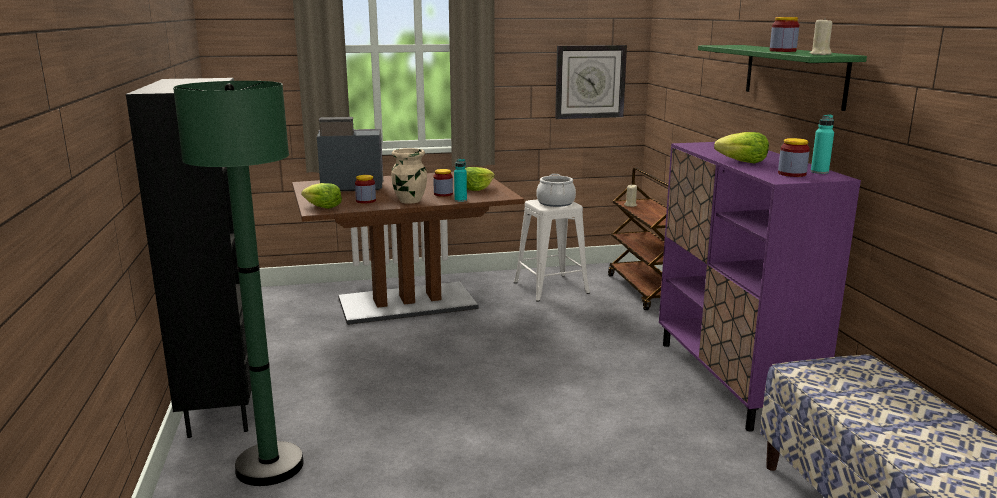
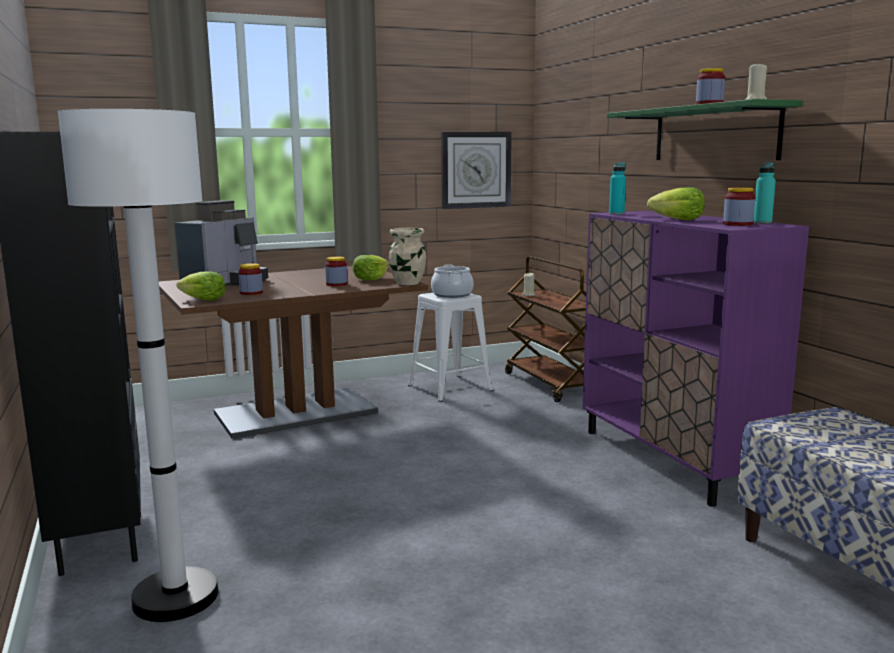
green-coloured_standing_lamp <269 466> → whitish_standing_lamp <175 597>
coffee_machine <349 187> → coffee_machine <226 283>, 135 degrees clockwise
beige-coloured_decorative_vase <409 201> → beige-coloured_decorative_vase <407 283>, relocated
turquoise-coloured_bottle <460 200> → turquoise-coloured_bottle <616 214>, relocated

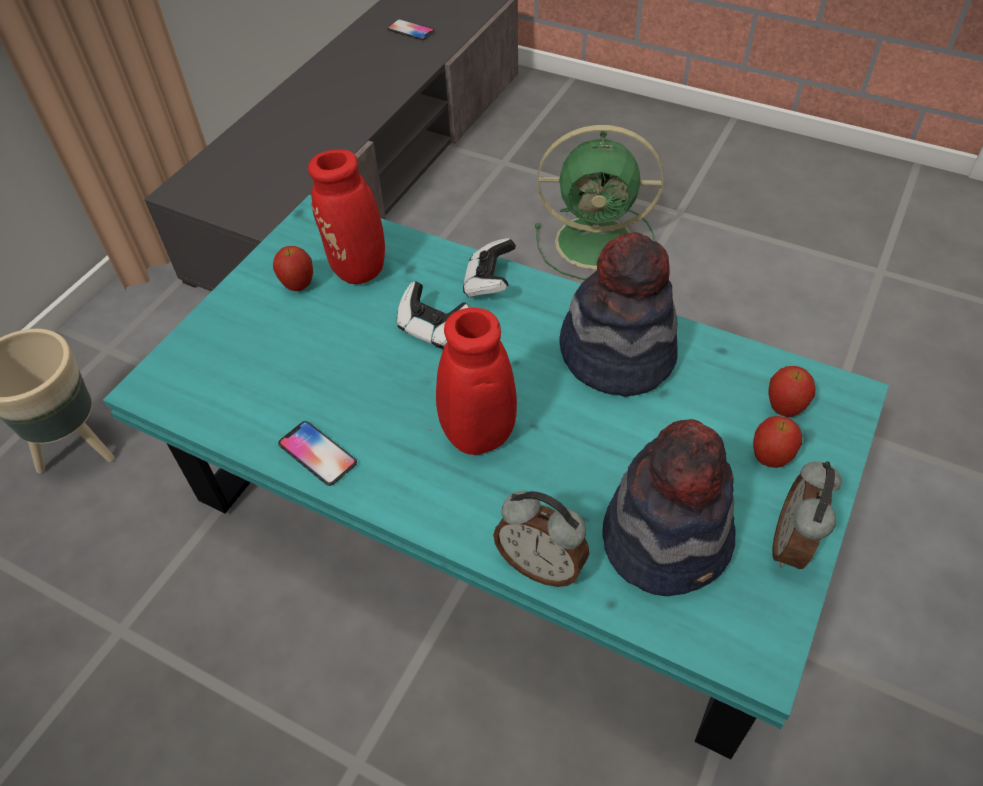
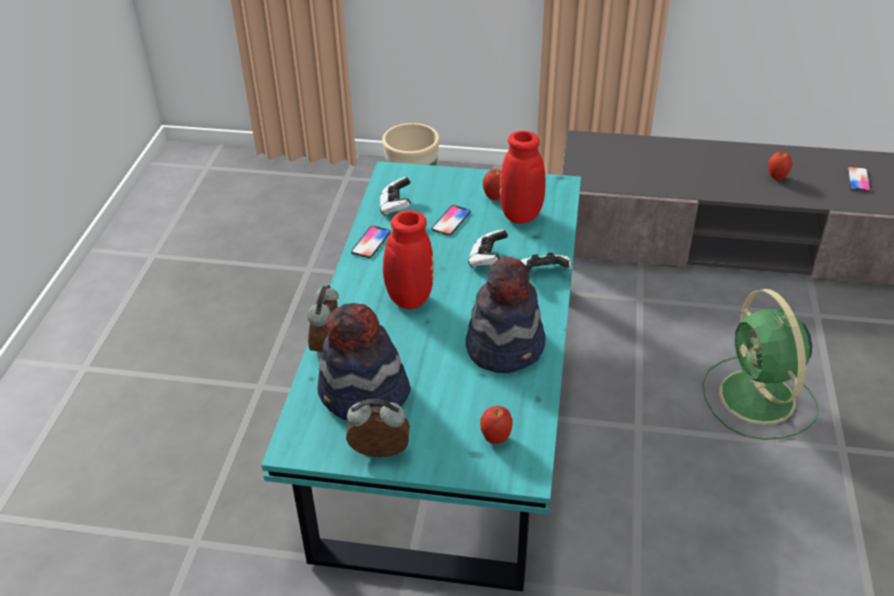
apple <770 459> → apple <776 177>, relocated
- → game_controller <396 207>
- → telephone <451 221>

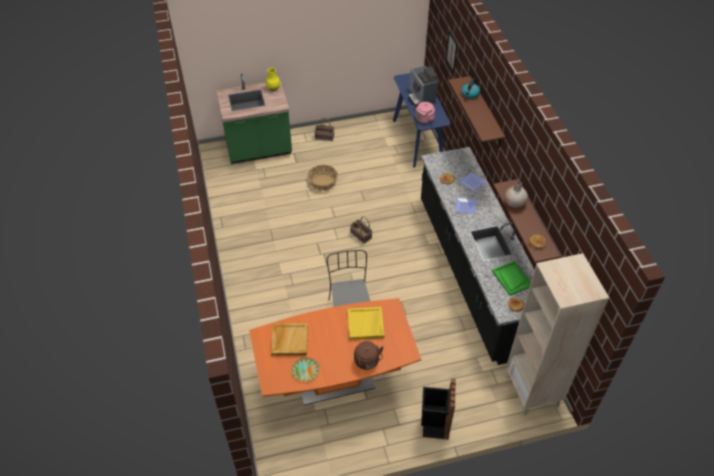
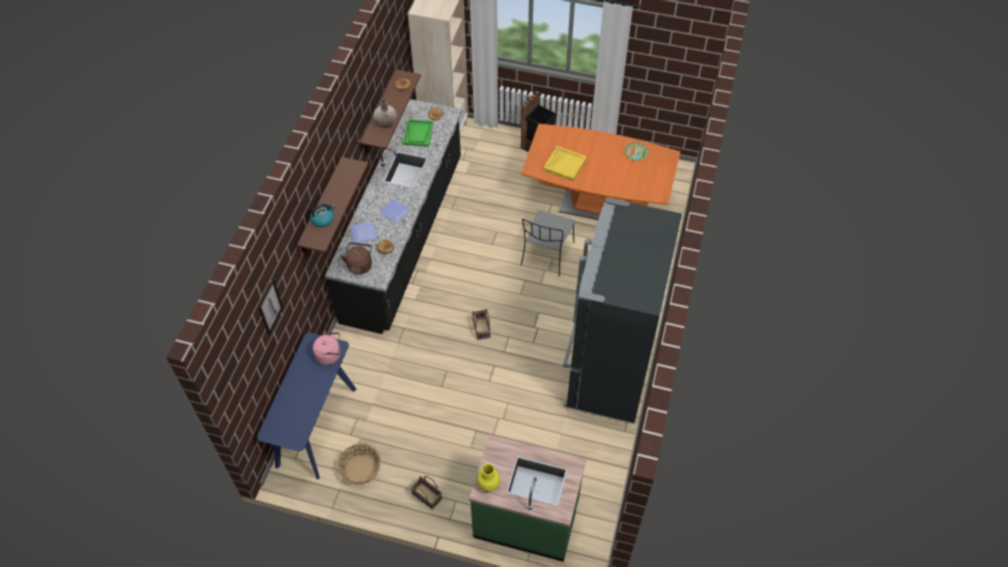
coffee_machine <420 98> → -
household_basket <323 182> → household_basket <360 469>, relocated
beige-coloured_serving_tray <289 340> → -
brownish_water_kettle <367 362> → brownish_water_kettle <360 265>, relocated
- → black-coloured_fridge <608 369>

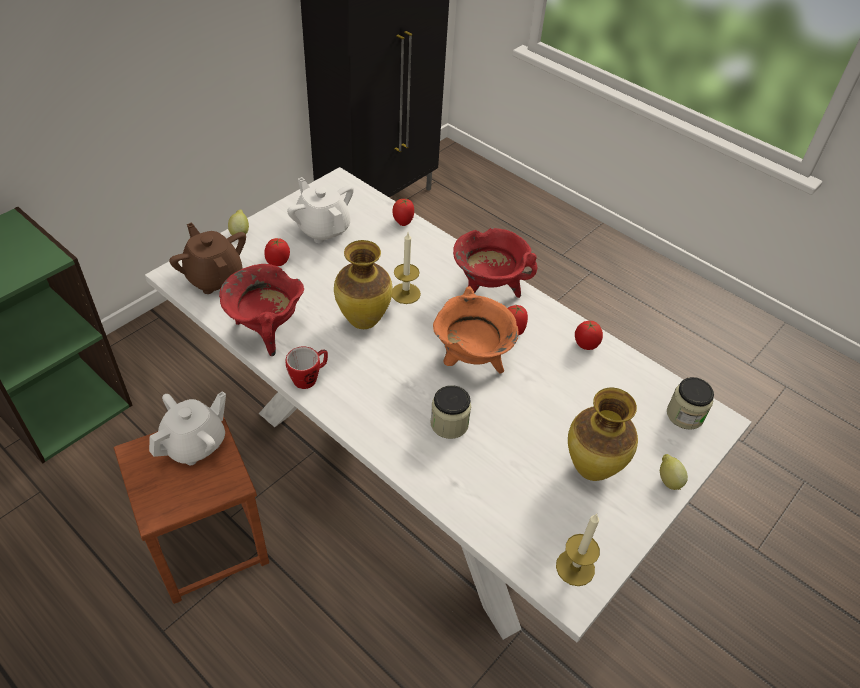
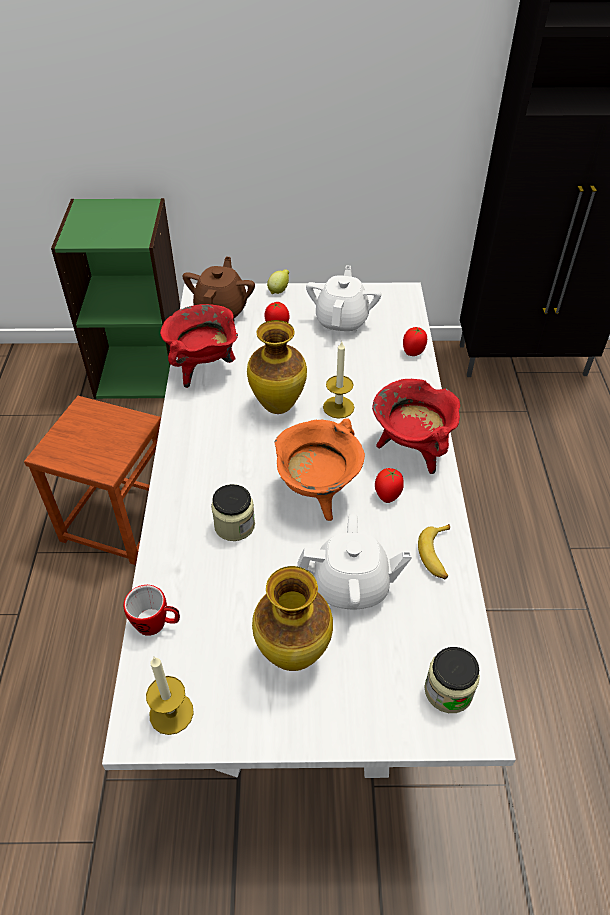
tomato <585 345> → whole_banana <437 555>
coffee_mug <309 377> → coffee_mug <157 624>, relocated
whitish_tea_pot <195 444> → whitish_tea_pot <351 587>, relocated
lemon <668 480> → -

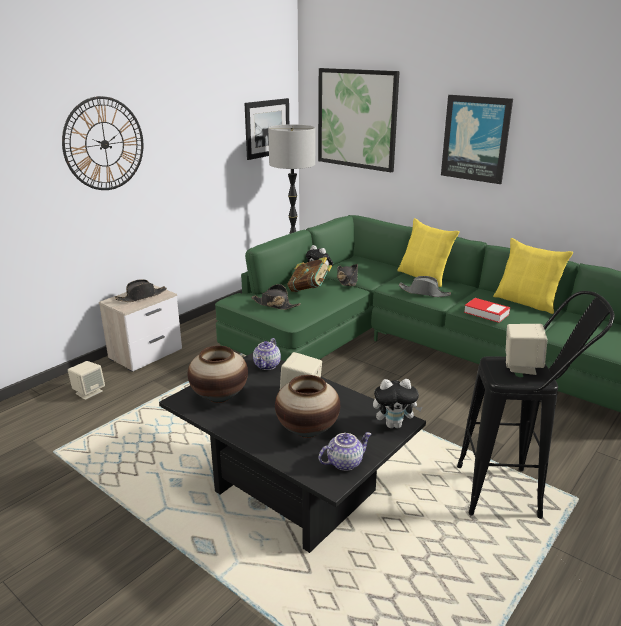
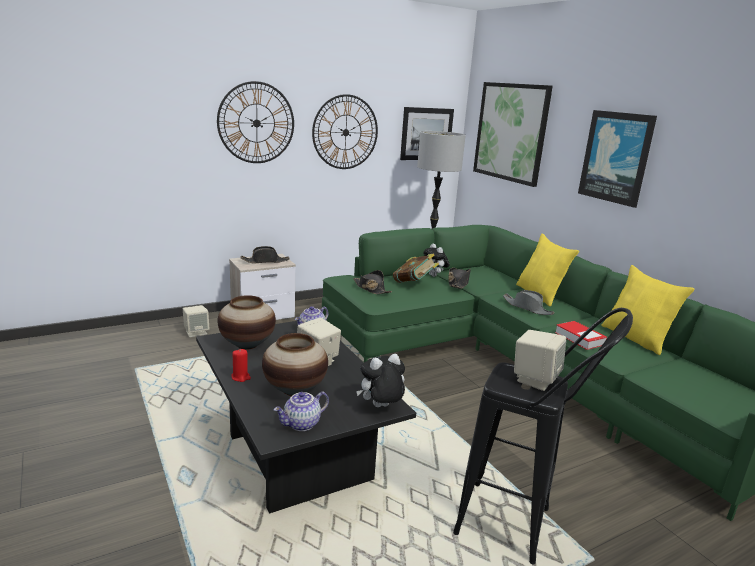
soft_toy <394 425> → soft_toy <380 407>, 135 degrees clockwise
tea_pot <344 462> → tea_pot <302 424>, 150 degrees clockwise
- → wall_clock <345 132>
- → red_wax_candle <241 377>

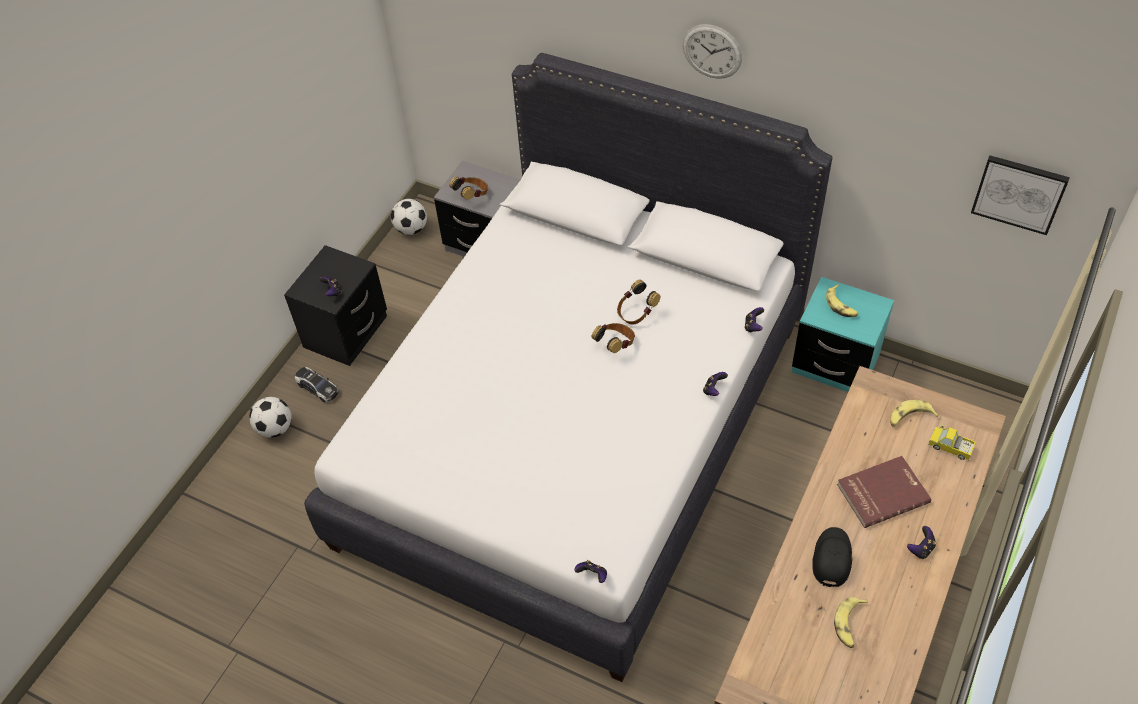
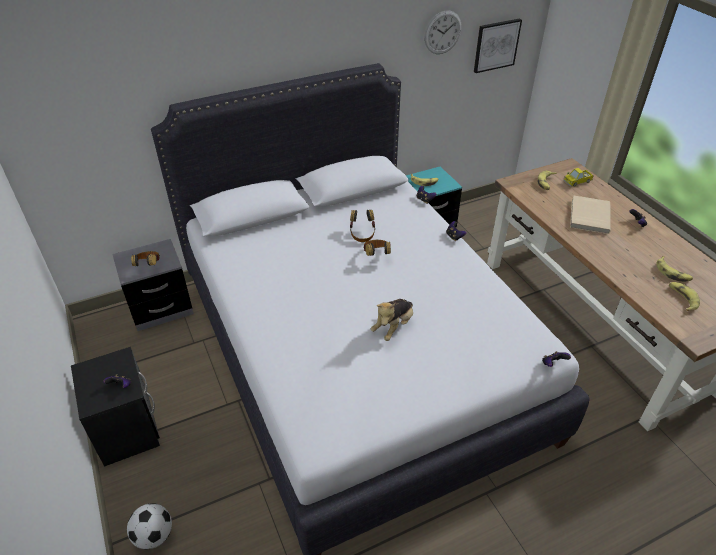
wall_clock <712 51> → wall_clock <443 32>, relocated
football <411 229> → -
miniature_car <317 387> → -
red_book <882 492> → beige-coloured_book <588 216>
black-coloured_cap <832 558> → -
- → whole_banana <682 298>
- → soft_toy <393 327>

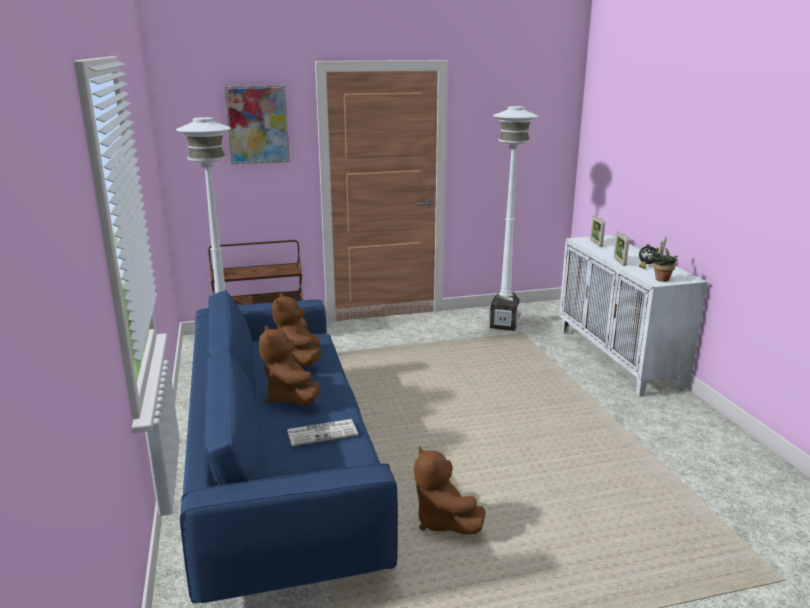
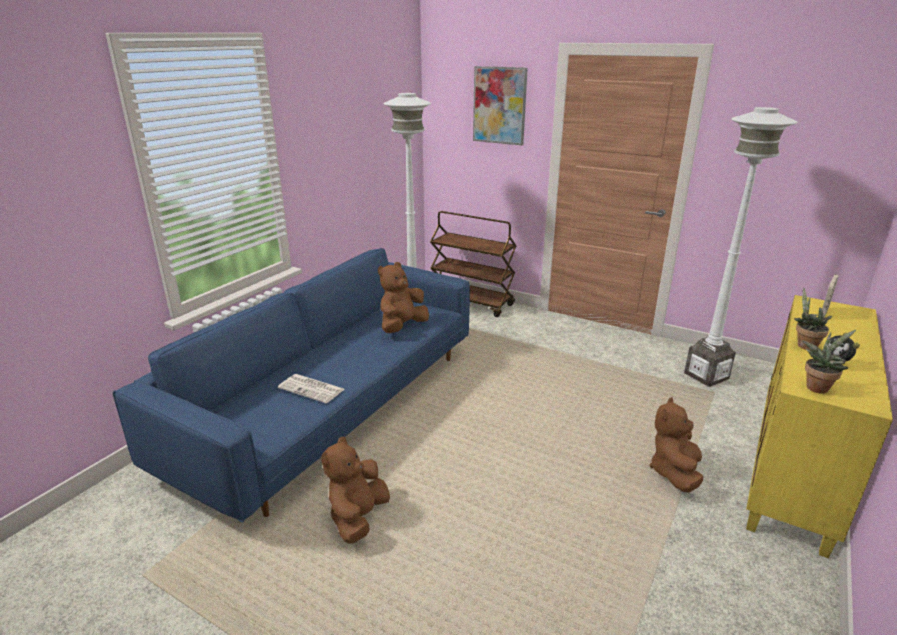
standing_frame <619 262> → plant_in_a_pot <804 345>
whitish_storage_cabinet <618 359> → yellow_storage_cabinet <794 474>
brownish_soft_toy <291 398> → brownish_soft_toy <674 472>, relocated

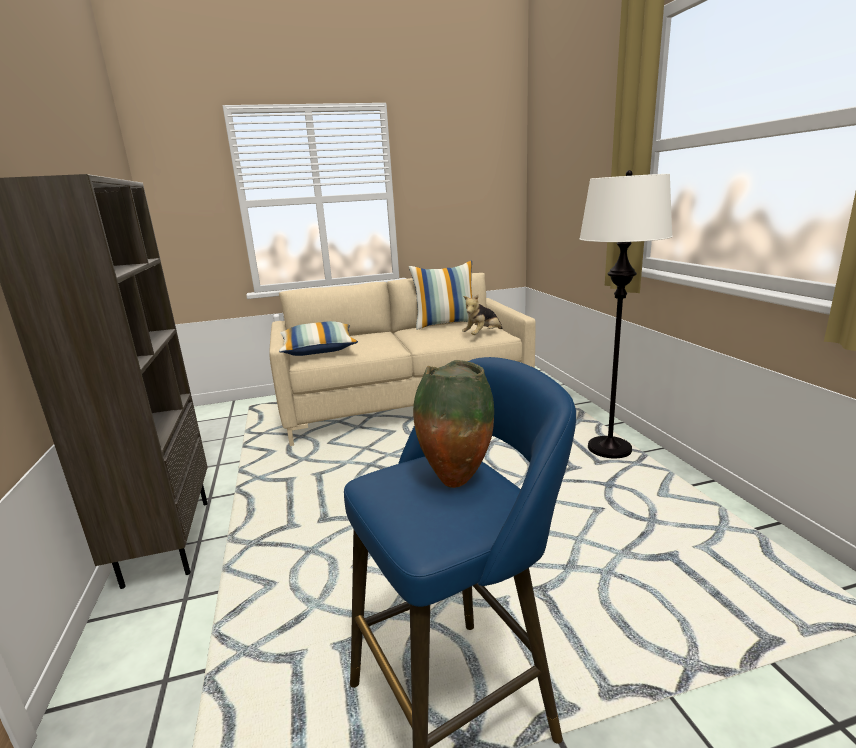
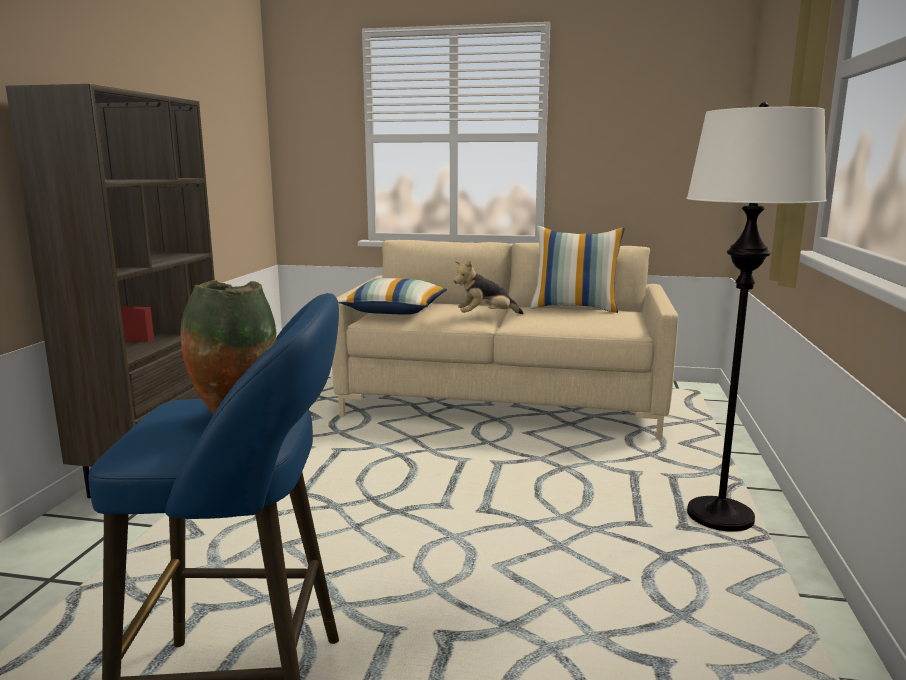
soft_toy <483 335> → soft_toy <486 317>, relocated

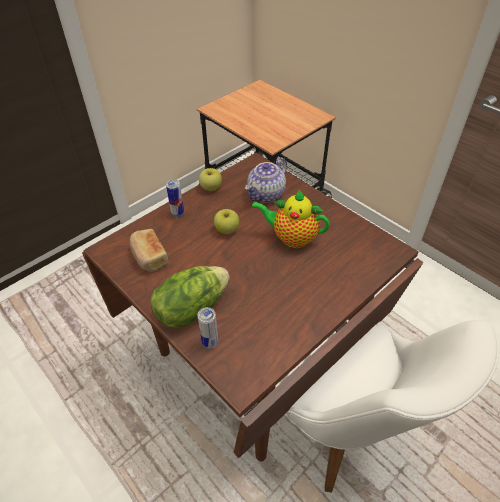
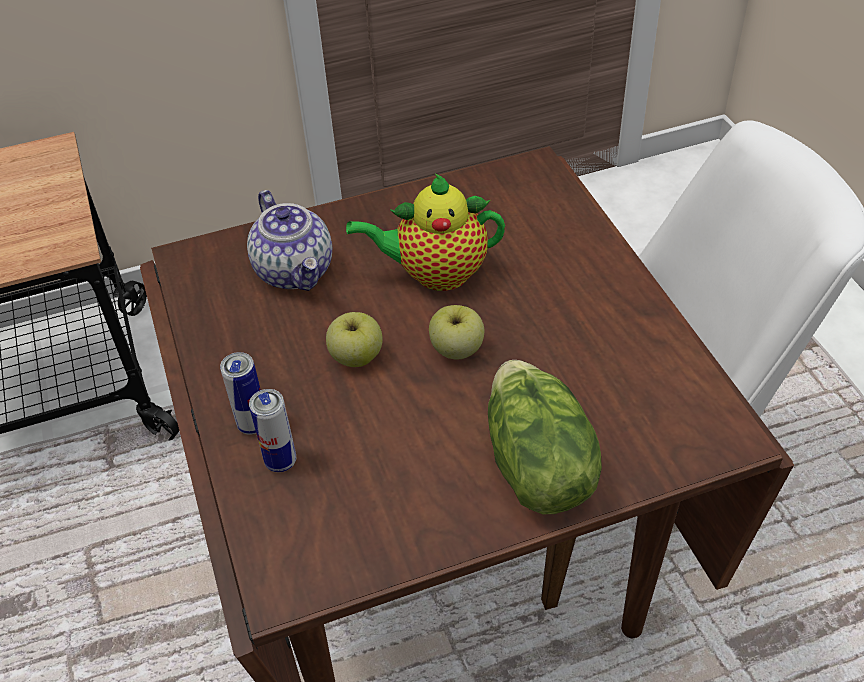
apple <211 188> → apple <456 350>, relocated
tea_pot <291 238> → tea_pot <435 274>, 45 degrees clockwise
bakery_bread <149 257> → -
metal_can <210 342> → metal_can <281 461>, relocated

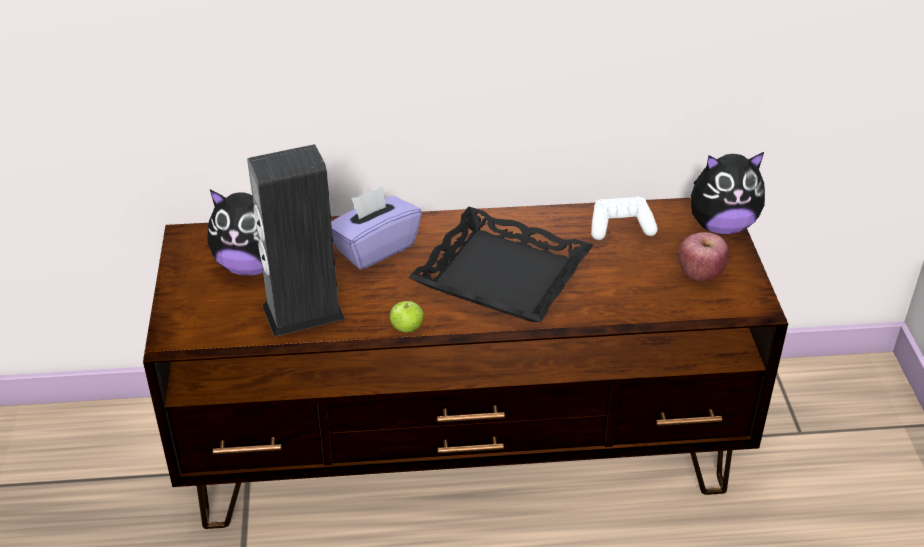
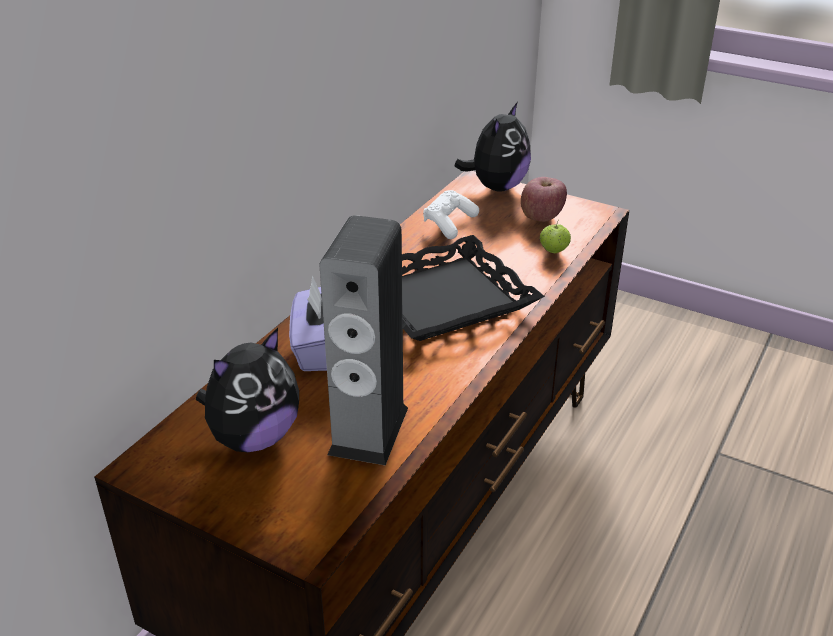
apple <407 329> → apple <553 251>, relocated

